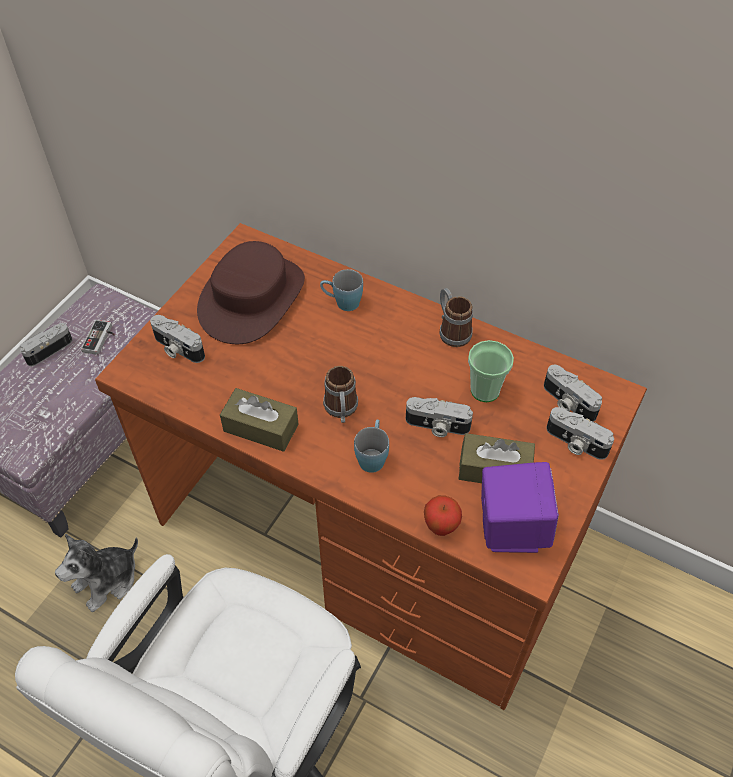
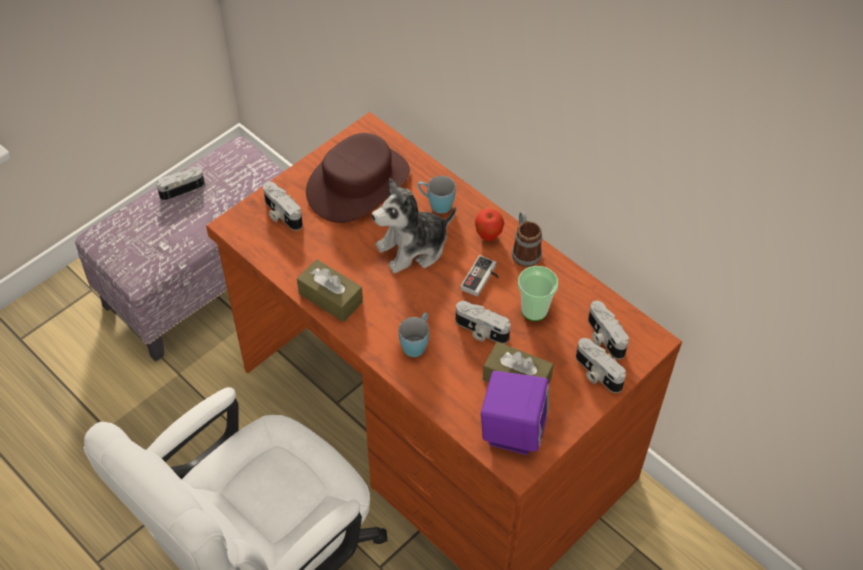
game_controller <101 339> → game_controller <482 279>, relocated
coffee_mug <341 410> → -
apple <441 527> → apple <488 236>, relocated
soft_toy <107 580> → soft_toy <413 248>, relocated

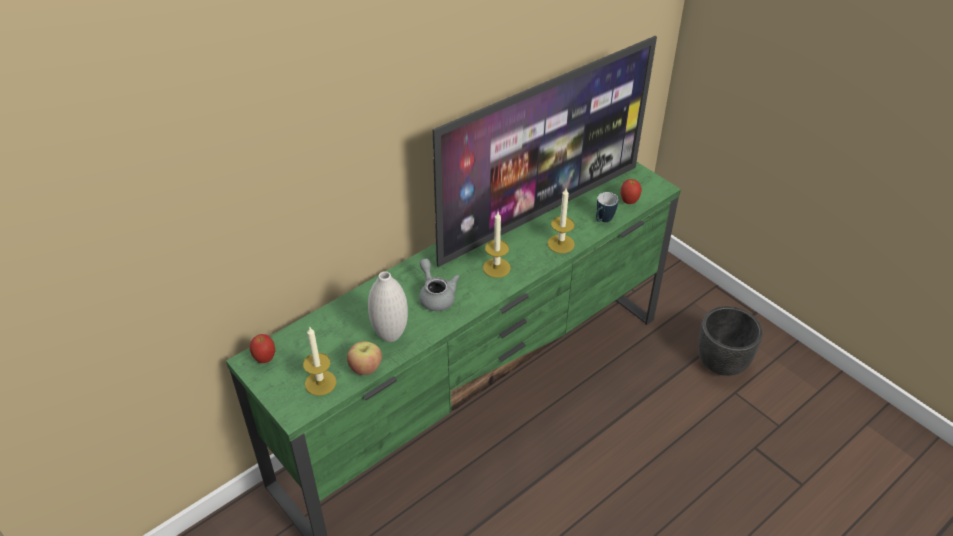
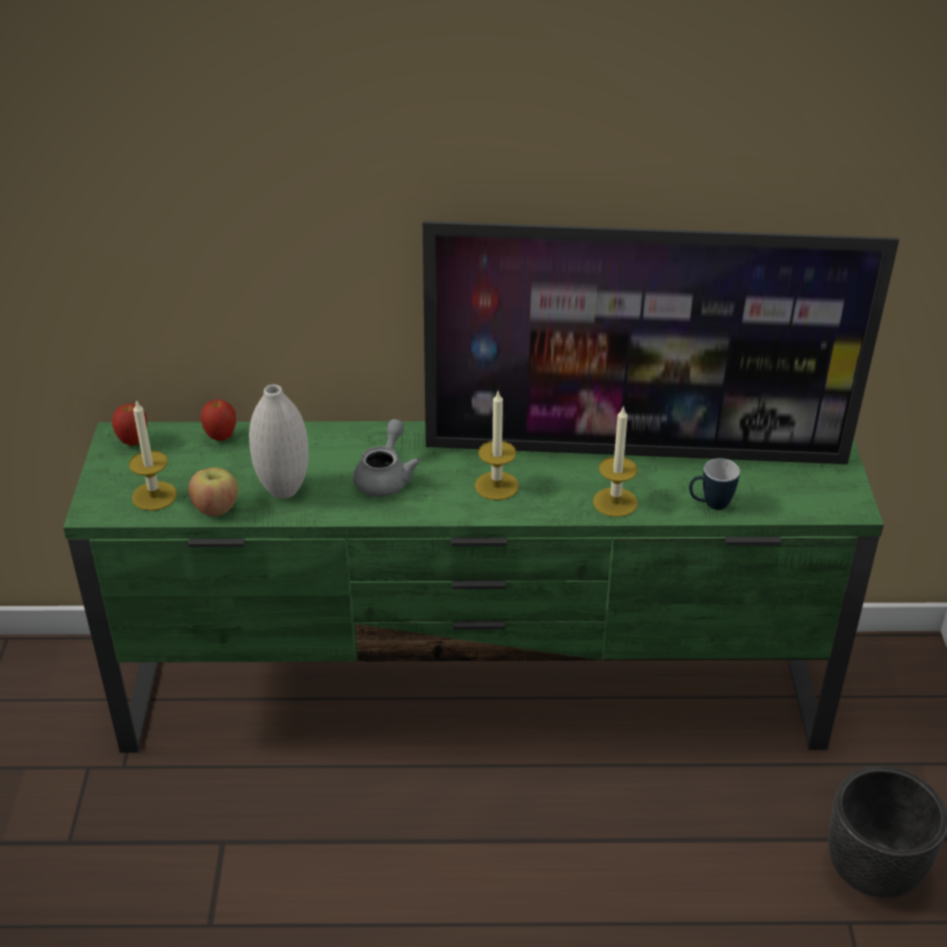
apple <629 202> → apple <221 437>, relocated

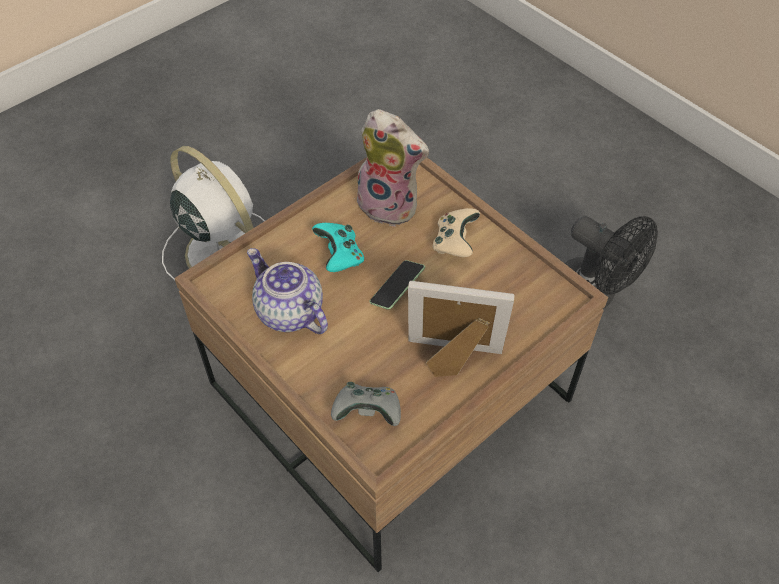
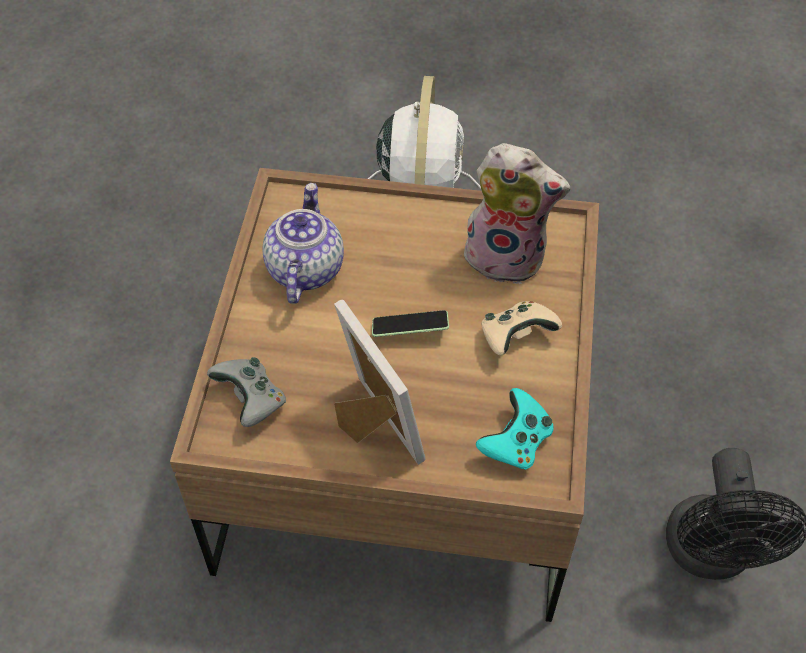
soft_toy <391 205> → soft_toy <507 256>, 60 degrees counterclockwise
turquoise-coloured_game_controller <340 256> → turquoise-coloured_game_controller <515 443>, relocated

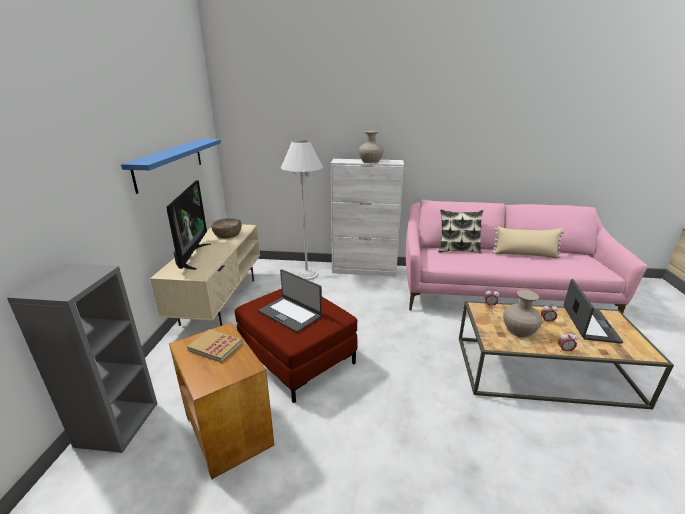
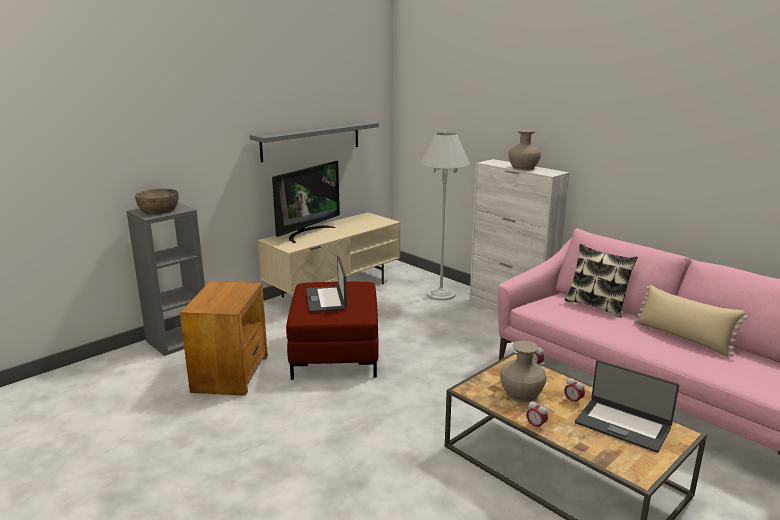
blue_shelf <170 163> → greyish_shelf <311 140>
brownish_bowl <227 234> → brownish_bowl <159 210>, relocated
laptop <589 324> → laptop <623 425>, 75 degrees clockwise
book <215 347> → -

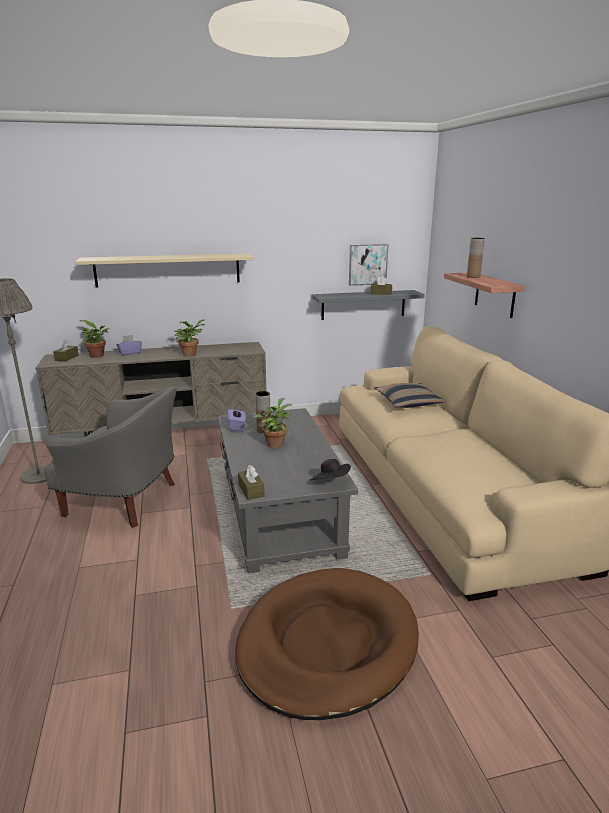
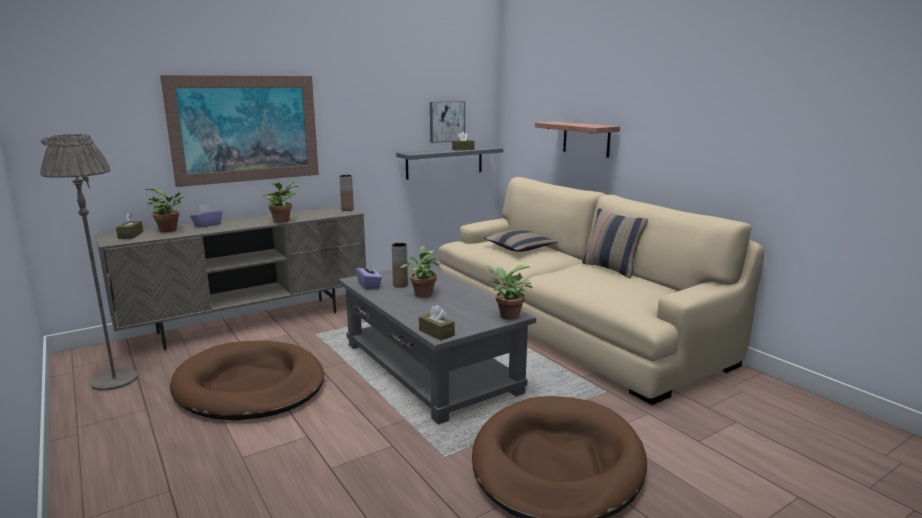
brownish_decorative_vase <473 277> → brownish_decorative_vase <347 209>, relocated
beige-coloured_shelf <168 270> → wall_picture <246 129>
greyish_lounge_chair <126 500> → brownish_pet_bed <250 386>
black-coloured_hat <330 482> → plant_in_a_pot <507 316>
- → pillow <611 269>

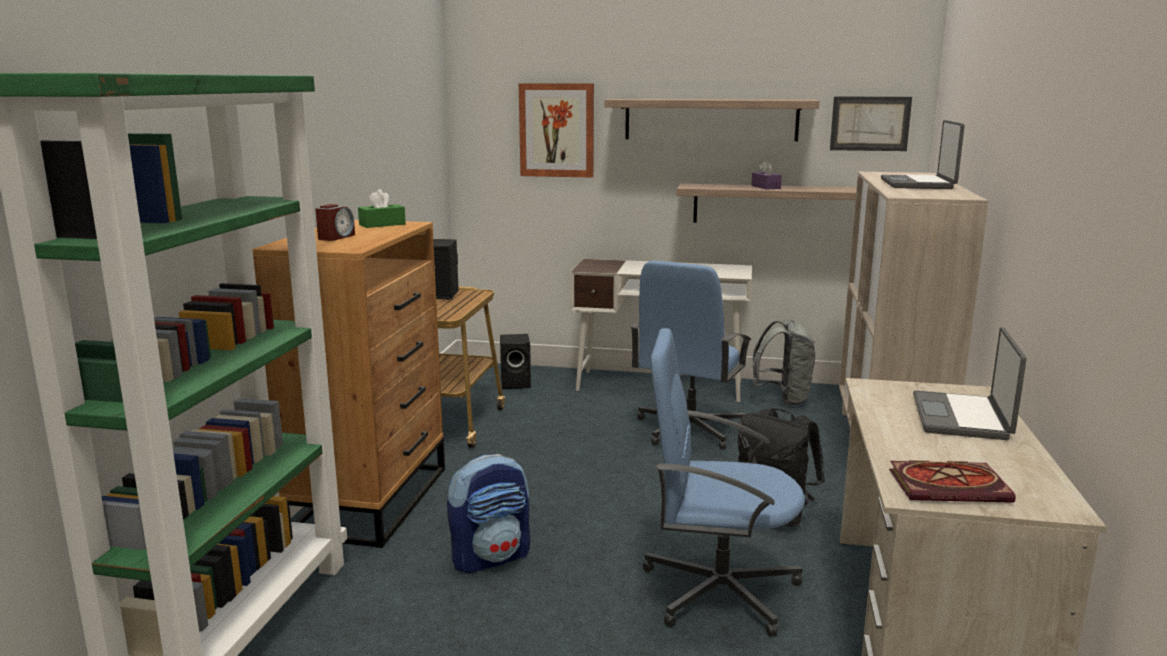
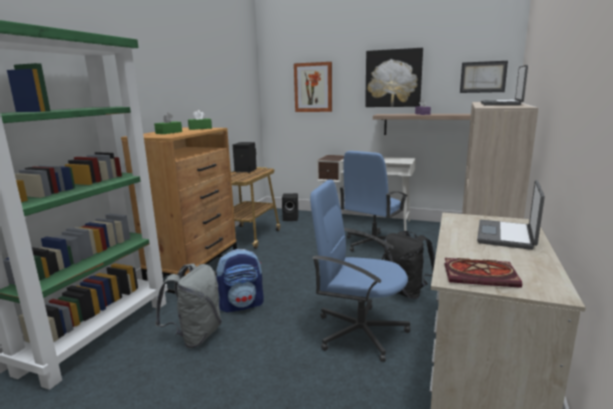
shelf <710 119> → wall_picture <393 78>
table_clock <336 237> → green-coloured_box_of_tissues <169 132>
greyish_backpack <783 399> → greyish_backpack <195 336>, relocated

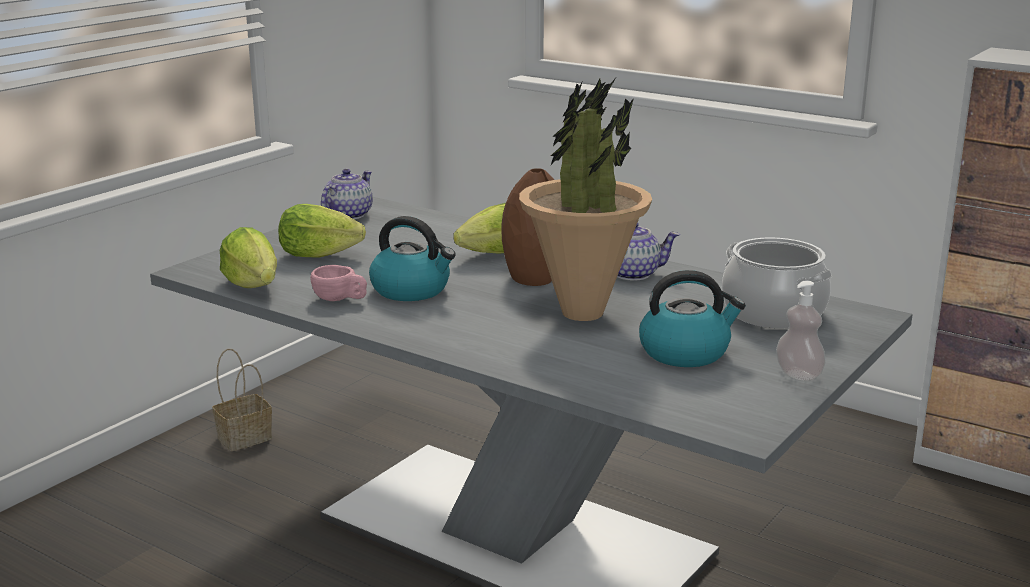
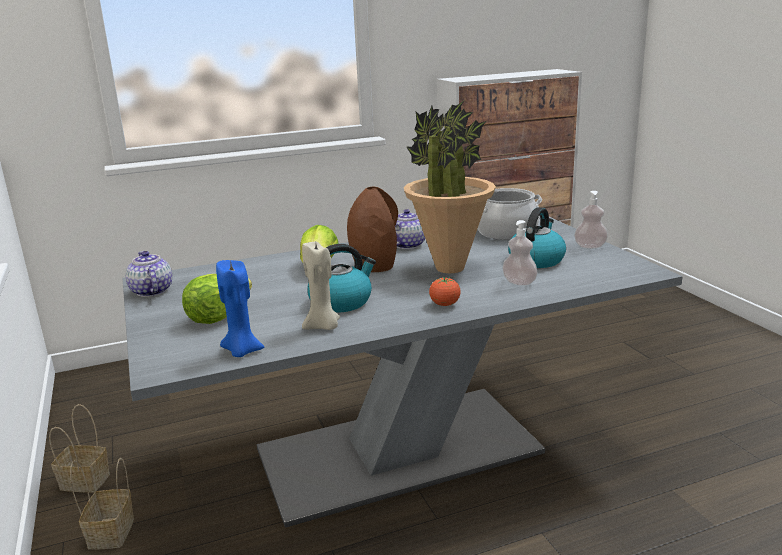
head_of_lettuce <253 285> → blue_wax_candle <241 351>
pink_cup <340 299> → beige-coloured_wax_candle <323 327>
- → soap_dispenser <519 282>
- → tomato <445 304>
- → household_basket <83 482>

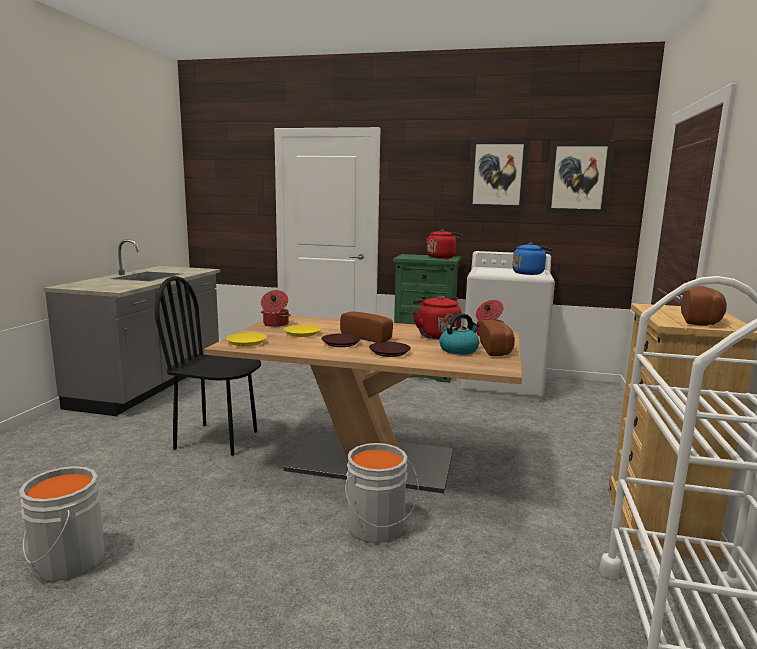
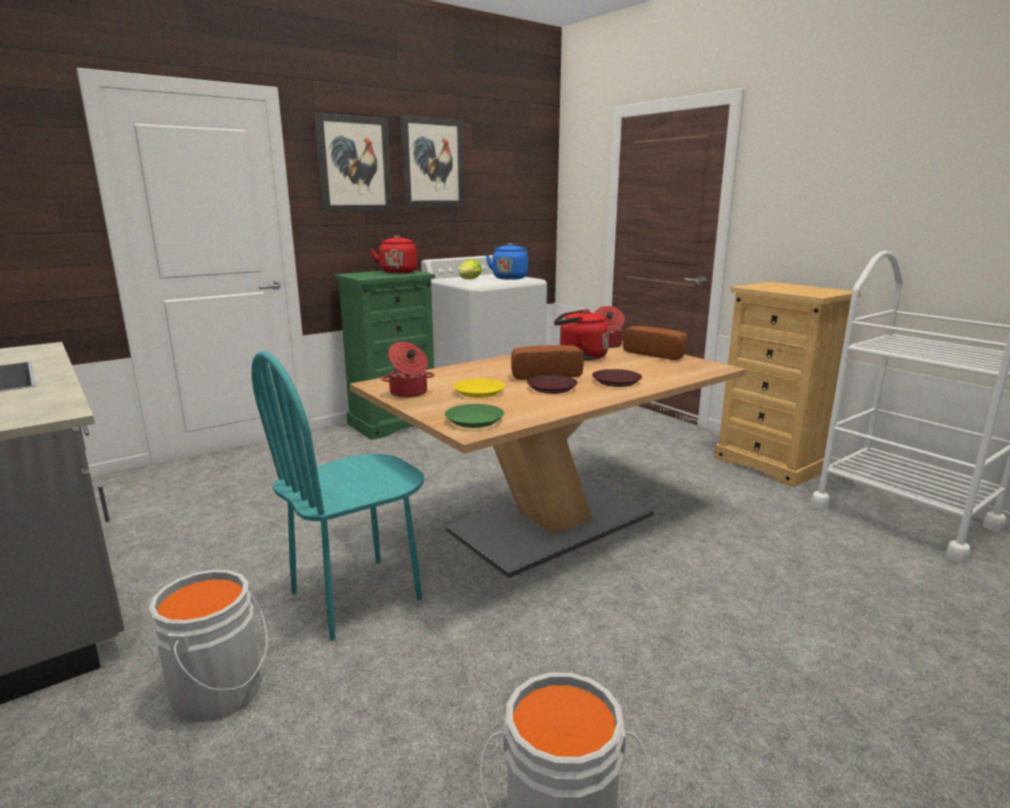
wall_picture <578 177> → wall_picture <354 164>, relocated
black-coloured_chair <217 439> → turquoise-coloured_chair <356 596>
bakery_bread <702 320> → -
water_kettle <459 350> → -
yellow_plate <246 342> → green-coloured_plate <475 420>
greyish_pail <377 527> → greyish_pail <221 691>, relocated
- → head_of_lettuce <469 280>

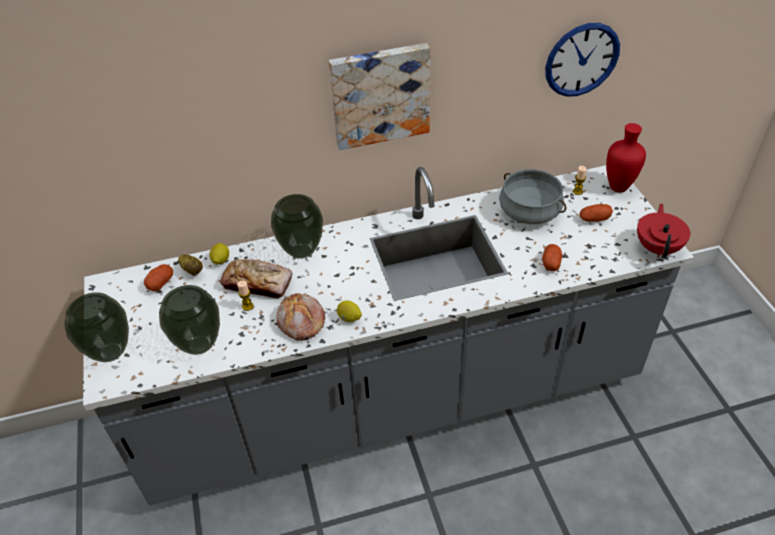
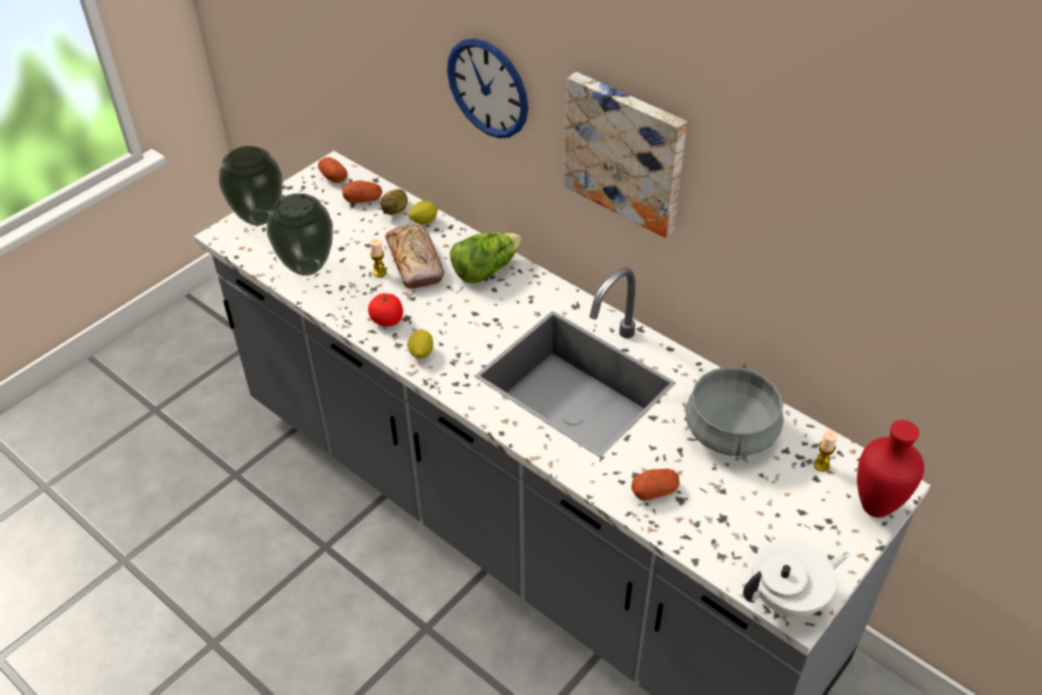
wall_clock <582 60> → wall_clock <488 88>, relocated
decorative_vase <301 252> → head_of_lettuce <485 269>
red_tea_pot <658 247> → whitish_tea_pot <788 598>
spud <594 219> → spud <333 177>, relocated
bakery_bread <300 322> → tomato <387 320>

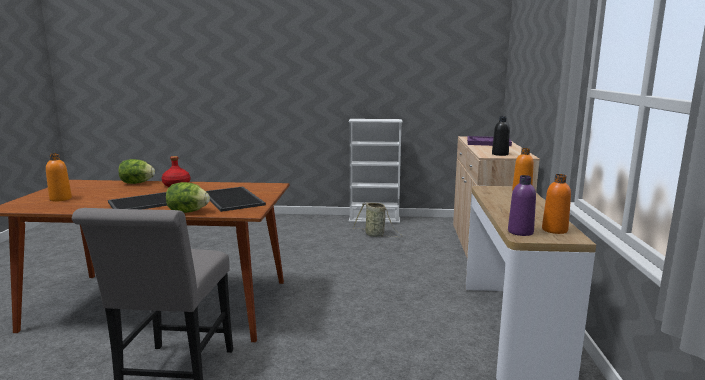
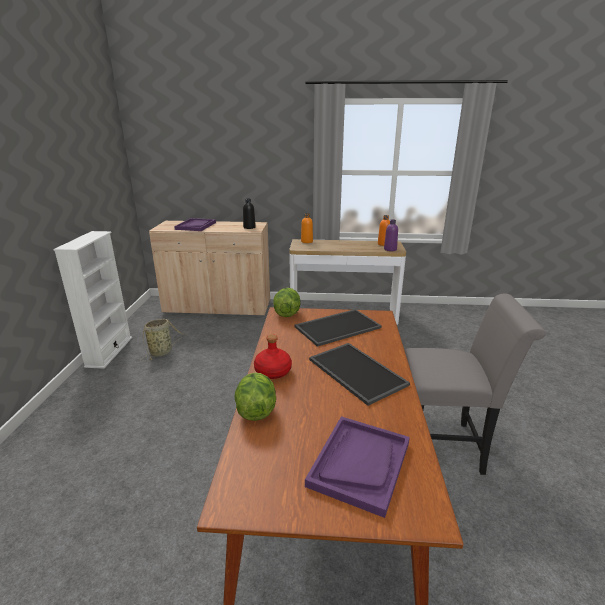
orange_bottle <60 199> → purplish_serving_tray <359 463>
head_of_lettuce <187 212> → head_of_lettuce <287 313>, relocated

